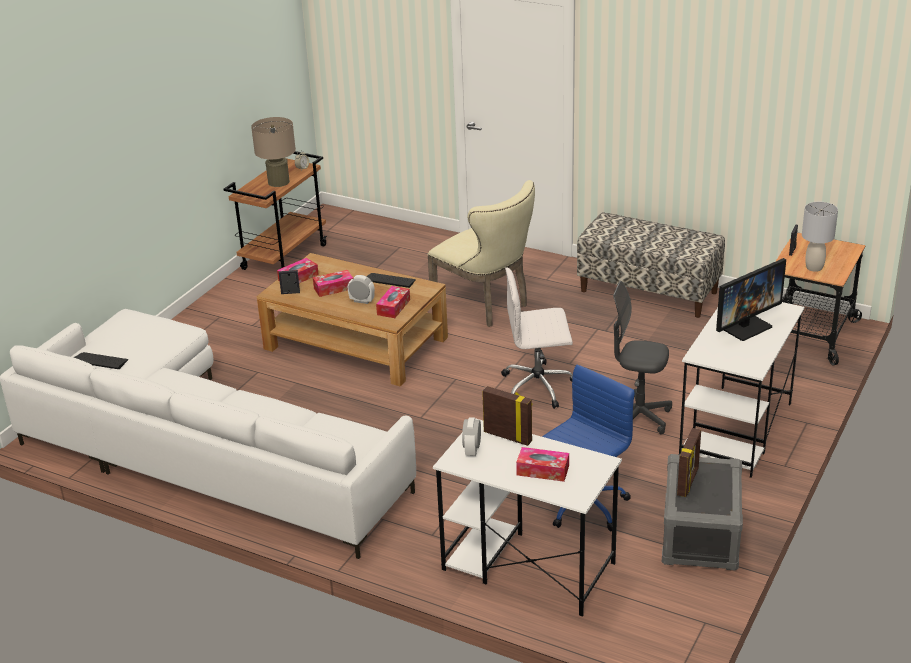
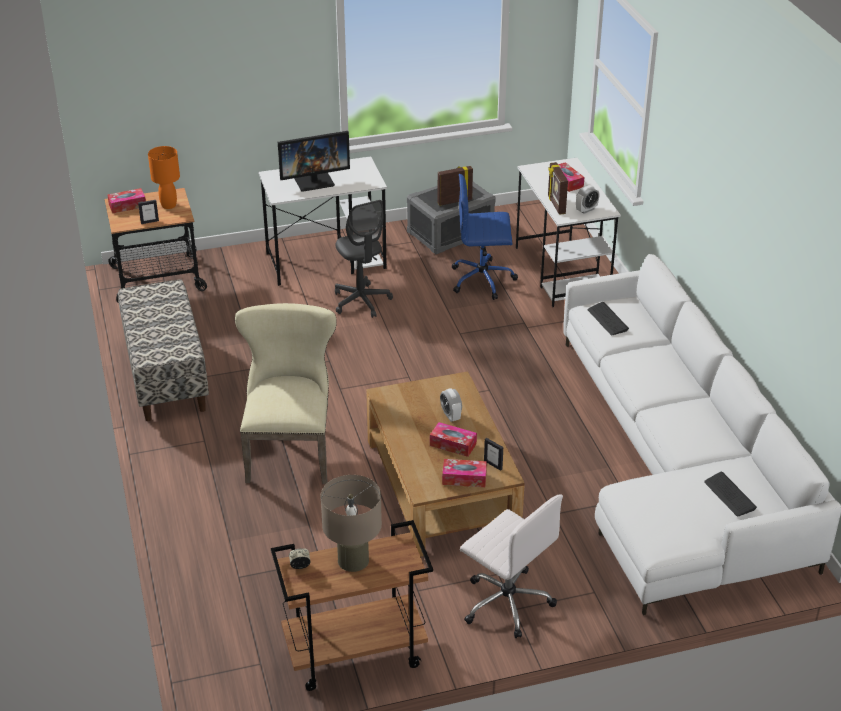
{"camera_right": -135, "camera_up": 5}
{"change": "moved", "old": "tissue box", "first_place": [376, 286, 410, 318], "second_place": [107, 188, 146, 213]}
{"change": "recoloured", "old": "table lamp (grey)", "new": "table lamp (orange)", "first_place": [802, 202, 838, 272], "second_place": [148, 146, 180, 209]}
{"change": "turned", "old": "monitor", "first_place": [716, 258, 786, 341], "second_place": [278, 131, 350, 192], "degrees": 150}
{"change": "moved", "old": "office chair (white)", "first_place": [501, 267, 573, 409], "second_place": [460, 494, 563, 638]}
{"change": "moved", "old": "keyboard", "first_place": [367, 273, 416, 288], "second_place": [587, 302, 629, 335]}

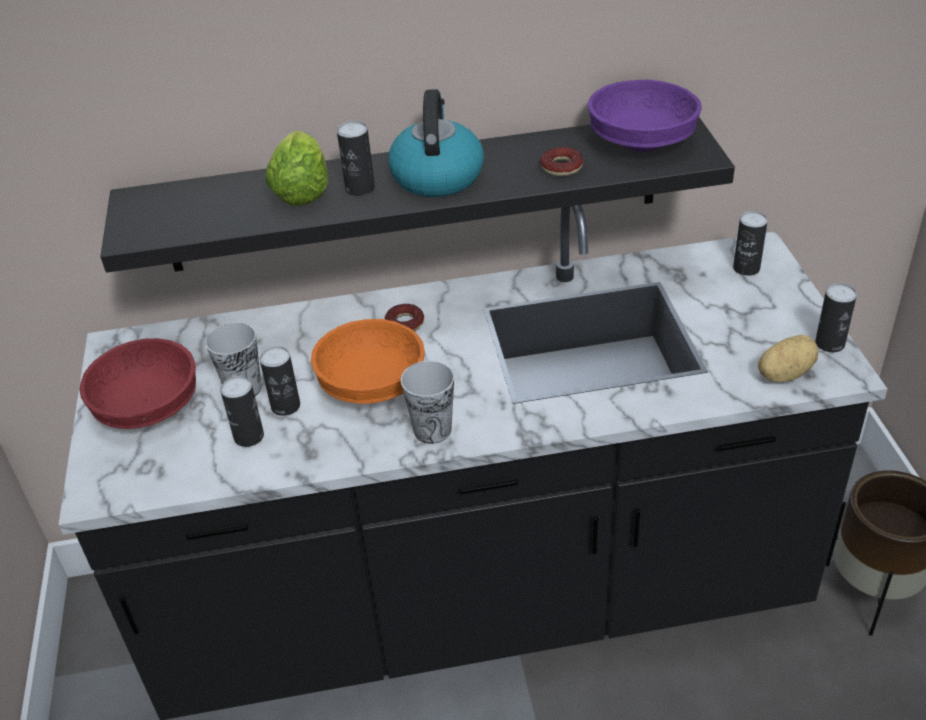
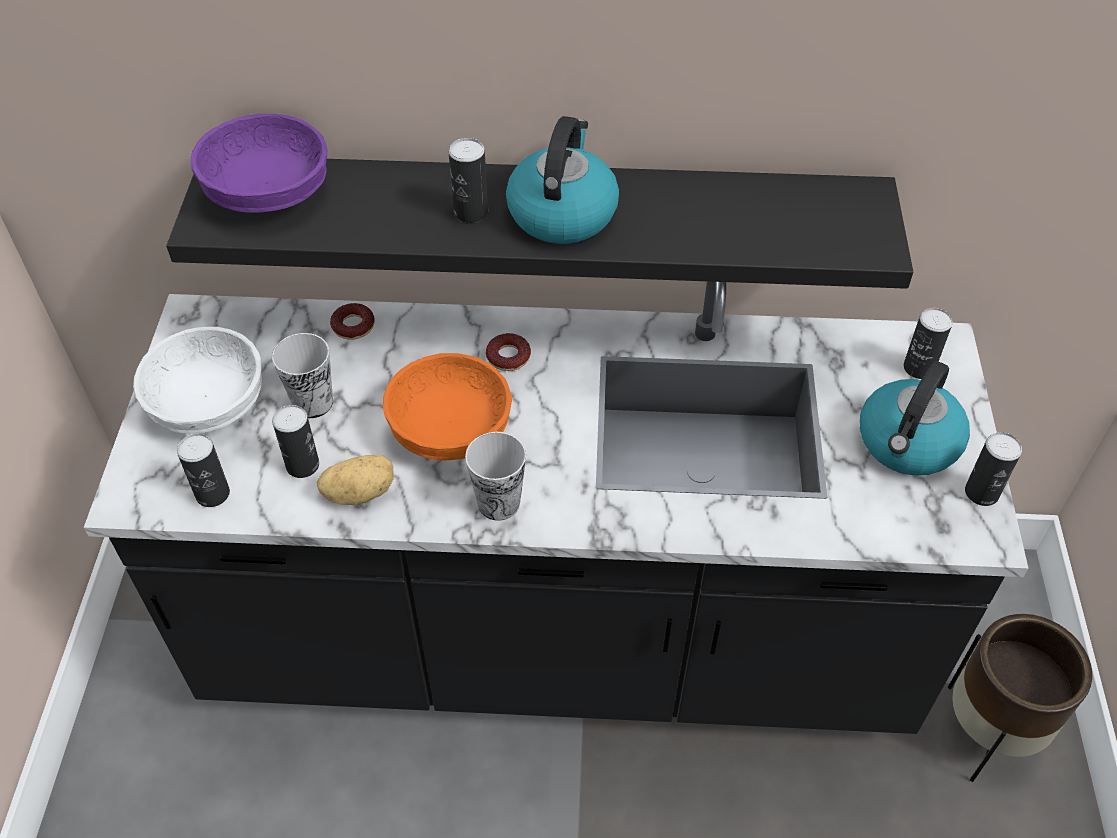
{"camera_right": 10, "camera_up": 10}
{"change": "recoloured", "old": "bowl (red)", "new": "bowl (white)", "first_place": [80, 338, 196, 429], "second_place": [133, 327, 262, 434]}
{"change": "moved", "old": "can", "first_place": [260, 346, 300, 416], "second_place": [177, 434, 230, 507]}
{"change": "moved", "old": "bowl (purple)", "first_place": [588, 79, 702, 152], "second_place": [190, 114, 328, 213]}
{"change": "moved", "old": "potato", "first_place": [758, 335, 818, 382], "second_place": [317, 455, 394, 505]}
{"change": "moved", "old": "donut", "first_place": [540, 147, 583, 176], "second_place": [330, 303, 374, 340]}
{"change": "added", "new": "kettle", "second_place": [860, 361, 970, 476]}
{"change": "removed", "old": "lettuce", "first_place": [265, 131, 328, 206]}

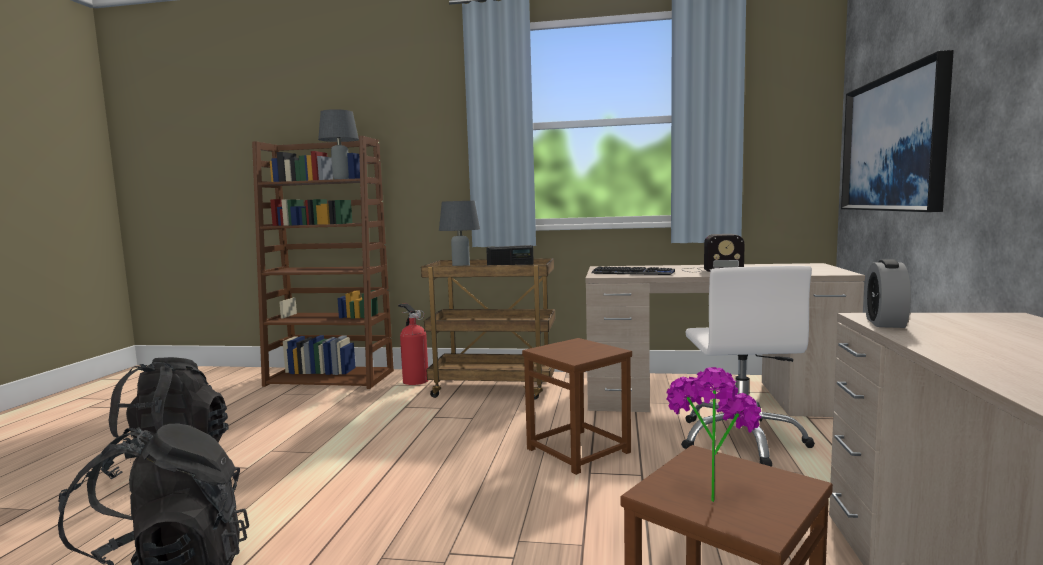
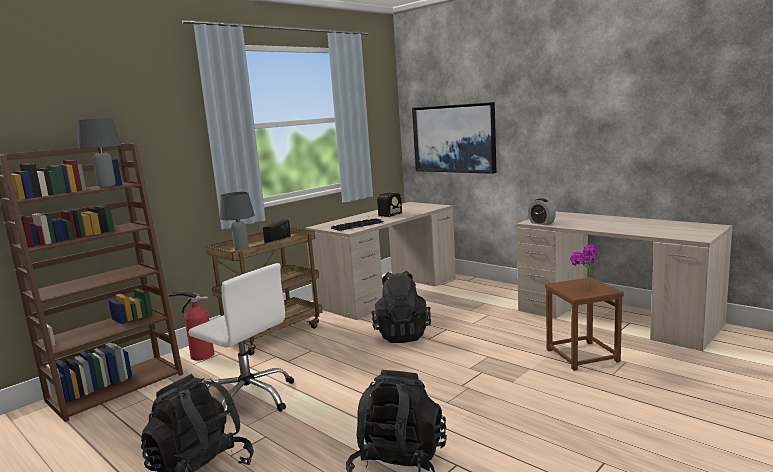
{"camera_right": -55, "camera_up": 5}
{"change": "moved", "old": "office chair (white)", "first_place": [682, 266, 815, 467], "second_place": [188, 263, 294, 424]}
{"change": "replaced", "old": "stool (brown)", "new": "backpack (black)", "first_place": [522, 338, 632, 475], "second_place": [371, 271, 431, 343]}

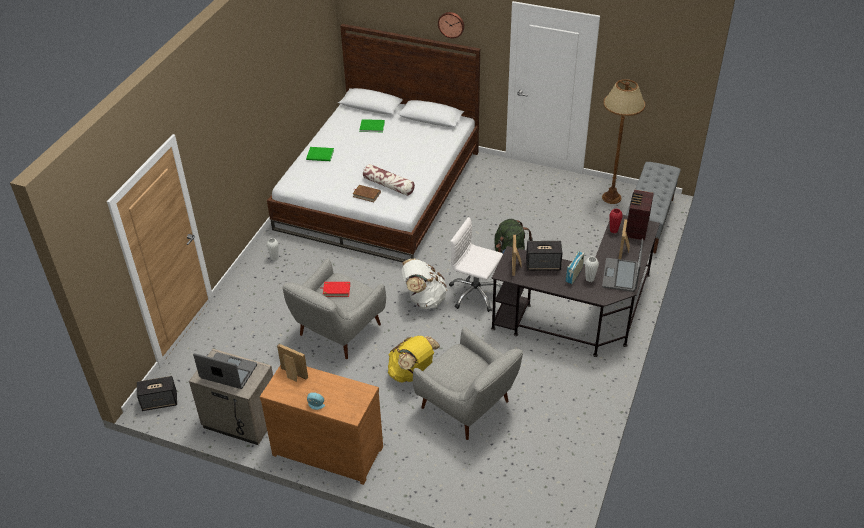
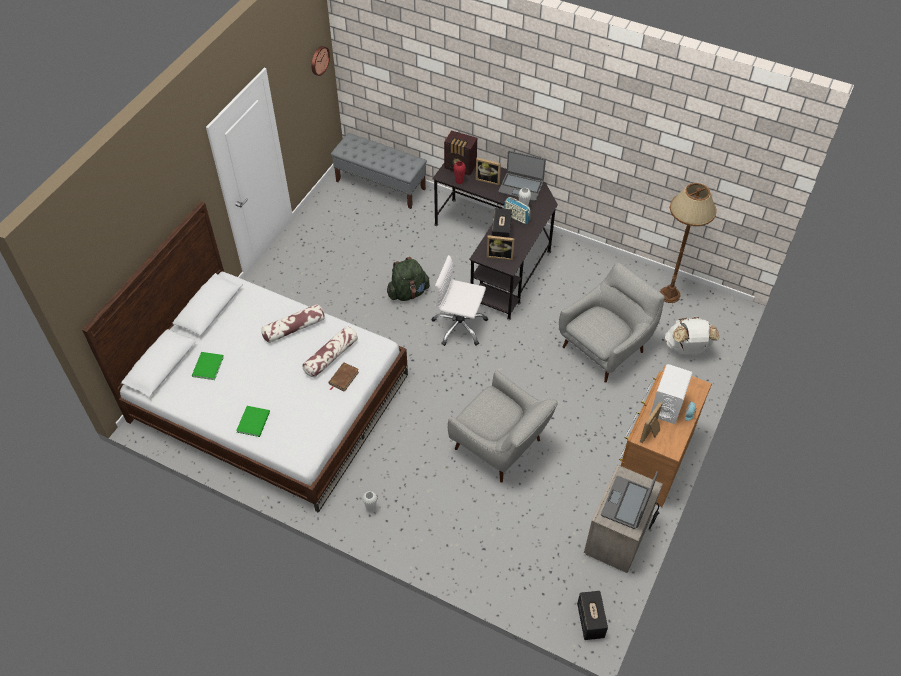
{"camera_right": -85, "camera_up": 10}
{"change": "added", "new": "pillow", "second_place": [261, 304, 325, 343]}
{"change": "moved", "old": "wall clock", "first_place": [438, 12, 464, 38], "second_place": [311, 46, 330, 76]}
{"change": "turned", "old": "office chair (white)", "first_place": [449, 217, 503, 312], "second_place": [431, 255, 488, 346], "degrees": 75}
{"change": "added", "new": "speaker (white)", "second_place": [650, 364, 692, 424]}
{"change": "moved", "old": "floor lamp (brown)", "first_place": [602, 79, 645, 204], "second_place": [660, 183, 717, 303]}
{"change": "moved", "old": "backpack (white)", "first_place": [402, 258, 447, 309], "second_place": [665, 317, 719, 355]}
{"change": "removed", "old": "book (red)", "first_place": [320, 282, 350, 297]}
{"change": "removed", "old": "backpack (yellow)", "first_place": [388, 336, 440, 382]}

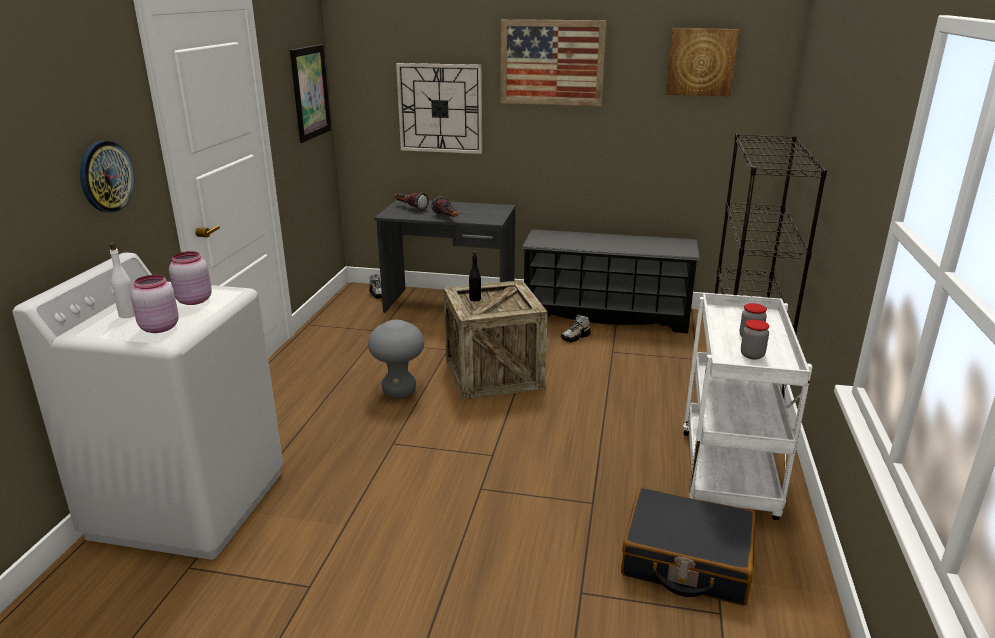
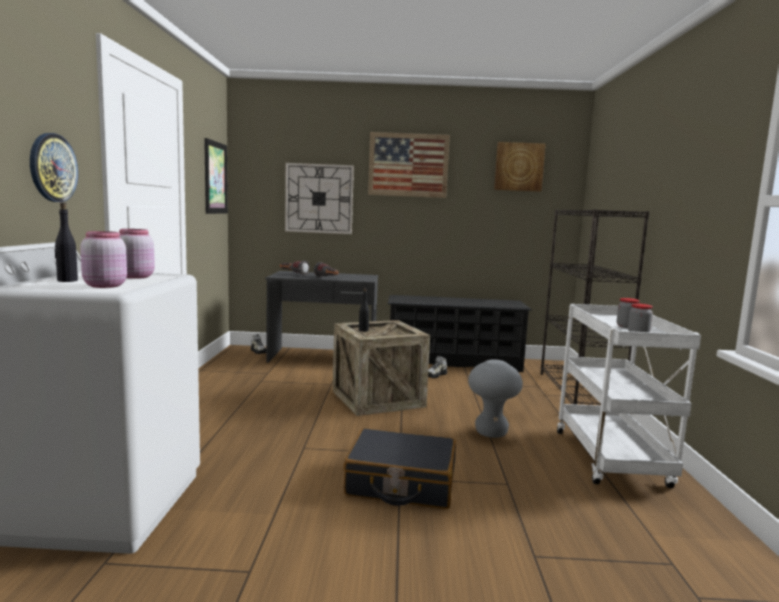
{"camera_right": -10, "camera_up": -15}
{"change": "recoloured", "old": "bottle (white)", "new": "bottle (black)", "first_place": [109, 243, 135, 318], "second_place": [54, 202, 78, 282]}
{"change": "moved", "old": "suitcase (black)", "first_place": [621, 487, 755, 606], "second_place": [343, 428, 456, 509]}
{"change": "moved", "old": "stool (grey)", "first_place": [368, 320, 424, 399], "second_place": [468, 359, 523, 438]}

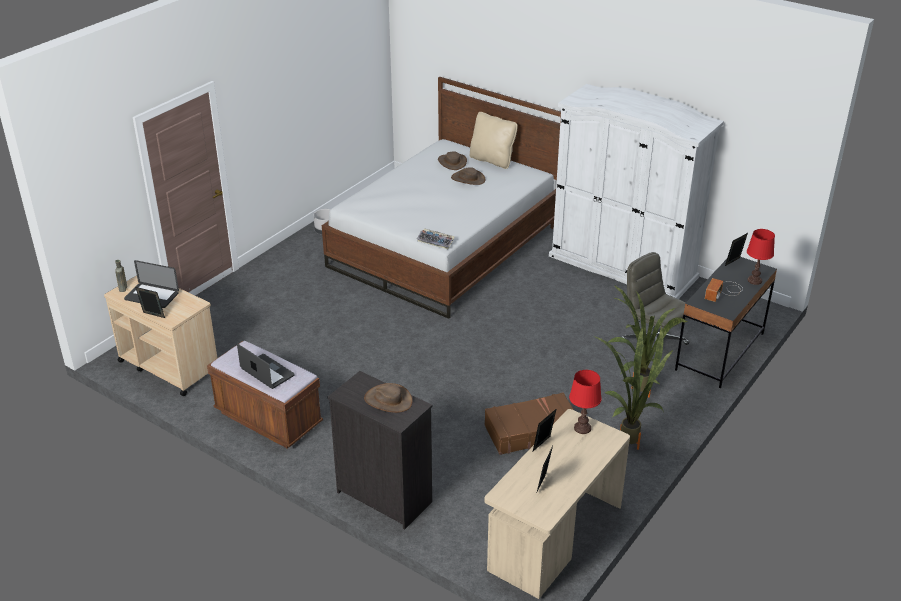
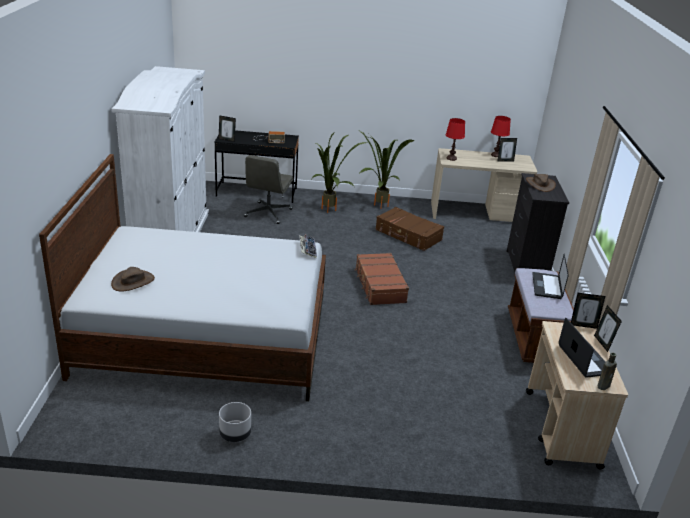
{"camera_right": -125, "camera_up": -5}
{"change": "added", "new": "suitcase (brown)", "second_place": [355, 253, 409, 305]}
{"change": "moved", "old": "table lamp (red)", "first_place": [747, 229, 775, 285], "second_place": [491, 116, 511, 157]}
{"change": "moved", "old": "picture frame", "first_place": [533, 408, 557, 451], "second_place": [571, 293, 605, 329]}
{"change": "removed", "old": "hat (brown)", "first_place": [451, 167, 485, 185]}
{"change": "removed", "old": "pillow (beige)", "first_place": [470, 112, 518, 169]}

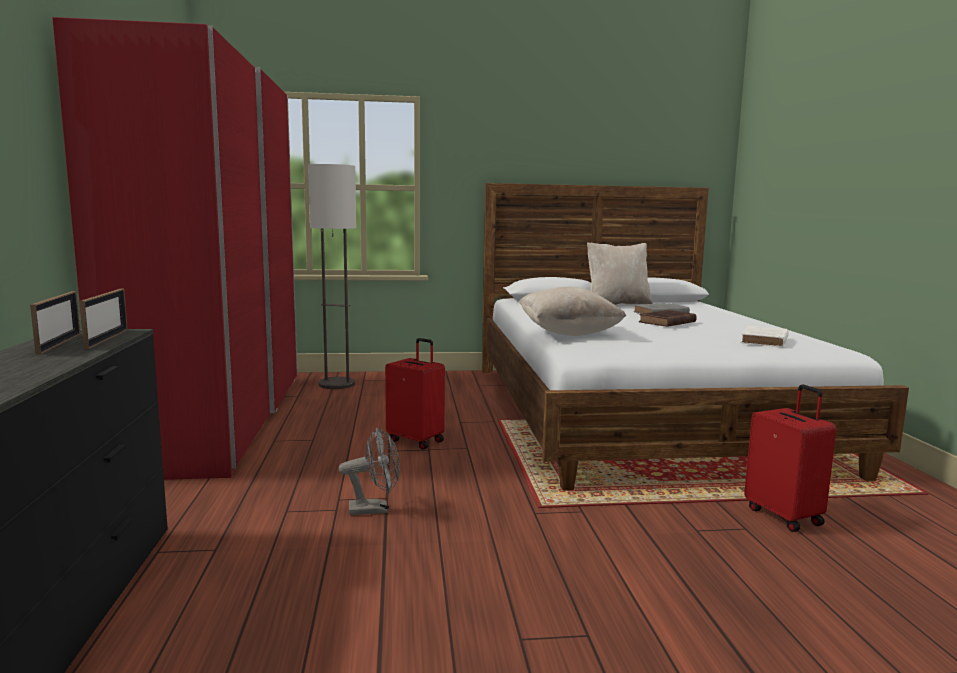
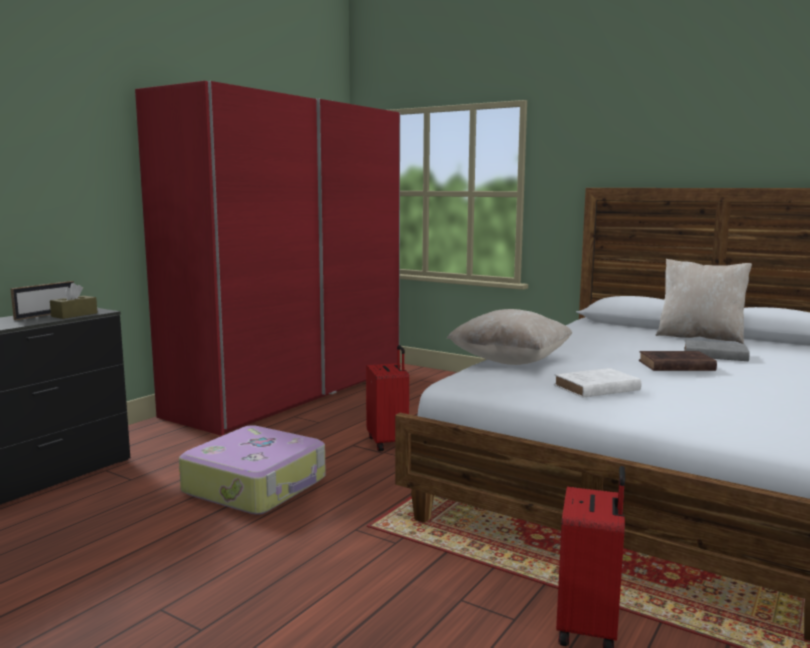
{"camera_right": 40, "camera_up": 0}
{"change": "replaced", "old": "picture frame", "new": "tissue box (brown)", "first_place": [80, 289, 128, 349], "second_place": [50, 283, 97, 319]}
{"change": "replaced", "old": "fan (grey)", "new": "suitcase", "first_place": [339, 428, 400, 515], "second_place": [179, 425, 326, 515]}
{"change": "moved", "old": "book (white)", "first_place": [741, 326, 789, 347], "second_place": [554, 368, 641, 398]}
{"change": "removed", "old": "floor lamp", "first_place": [308, 164, 356, 389]}

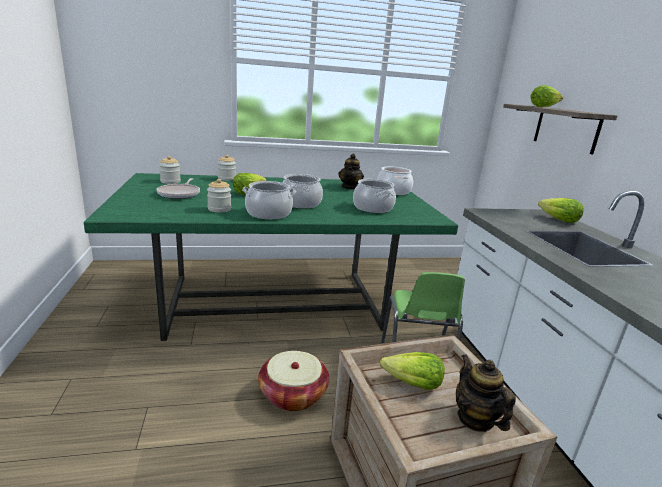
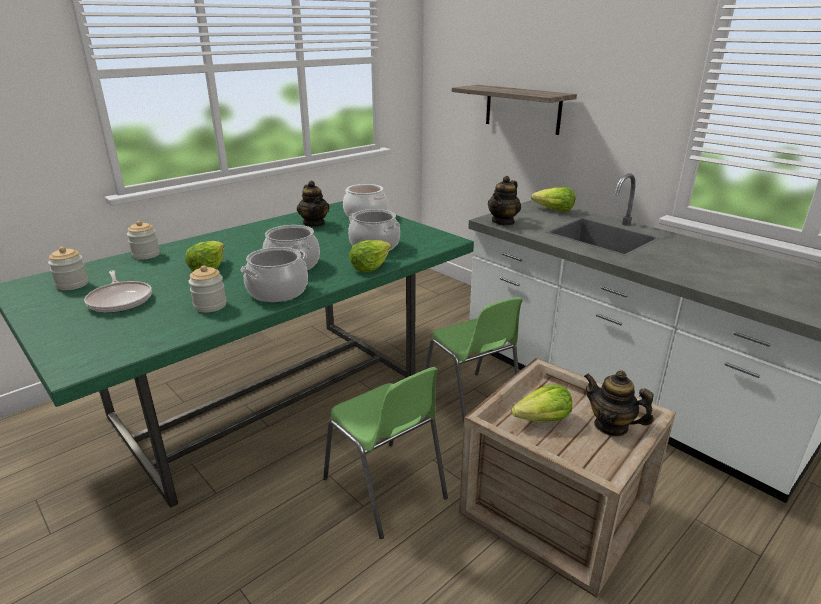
{"camera_right": -30, "camera_up": 5}
{"change": "replaced", "old": "basket", "new": "chair (green)", "first_place": [258, 351, 329, 411], "second_place": [323, 367, 448, 539]}
{"change": "moved", "old": "lettuce", "first_place": [530, 85, 563, 107], "second_place": [349, 240, 391, 272]}
{"change": "added", "new": "teapot", "second_place": [488, 176, 521, 226]}

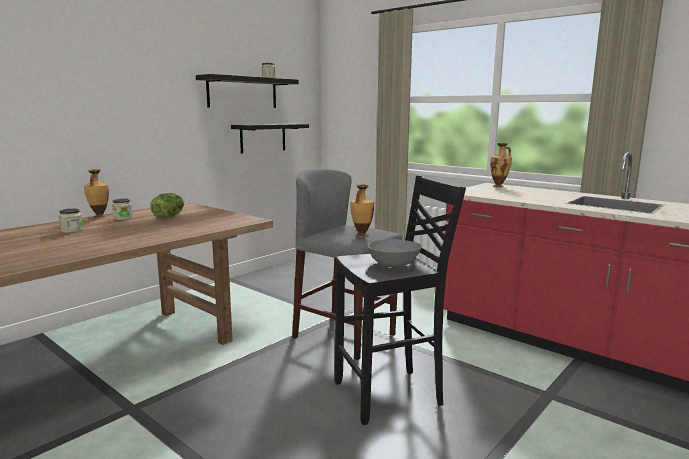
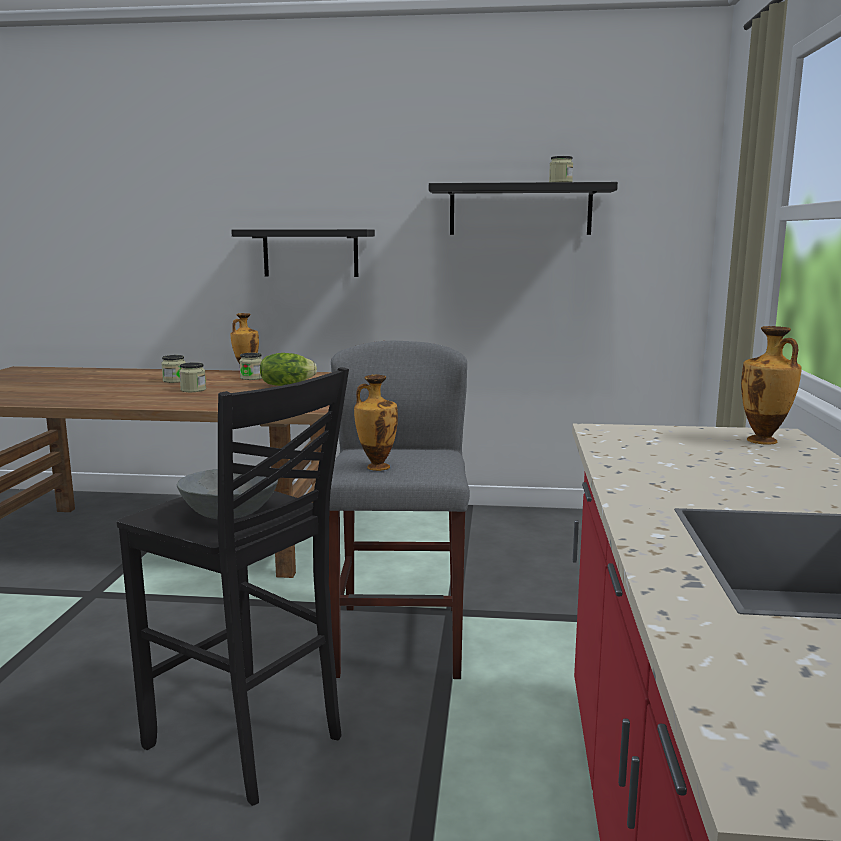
{"camera_right": 55, "camera_up": 0}
{"change": "added", "new": "jar", "second_place": [179, 362, 206, 392]}
{"change": "moved", "old": "shelf (black)", "first_place": [231, 123, 309, 153], "second_place": [231, 229, 375, 277]}

